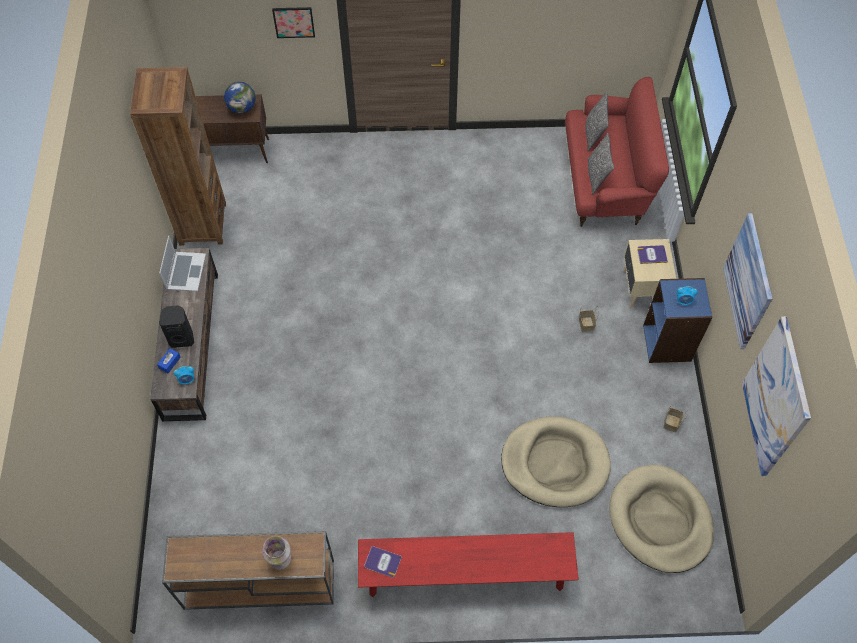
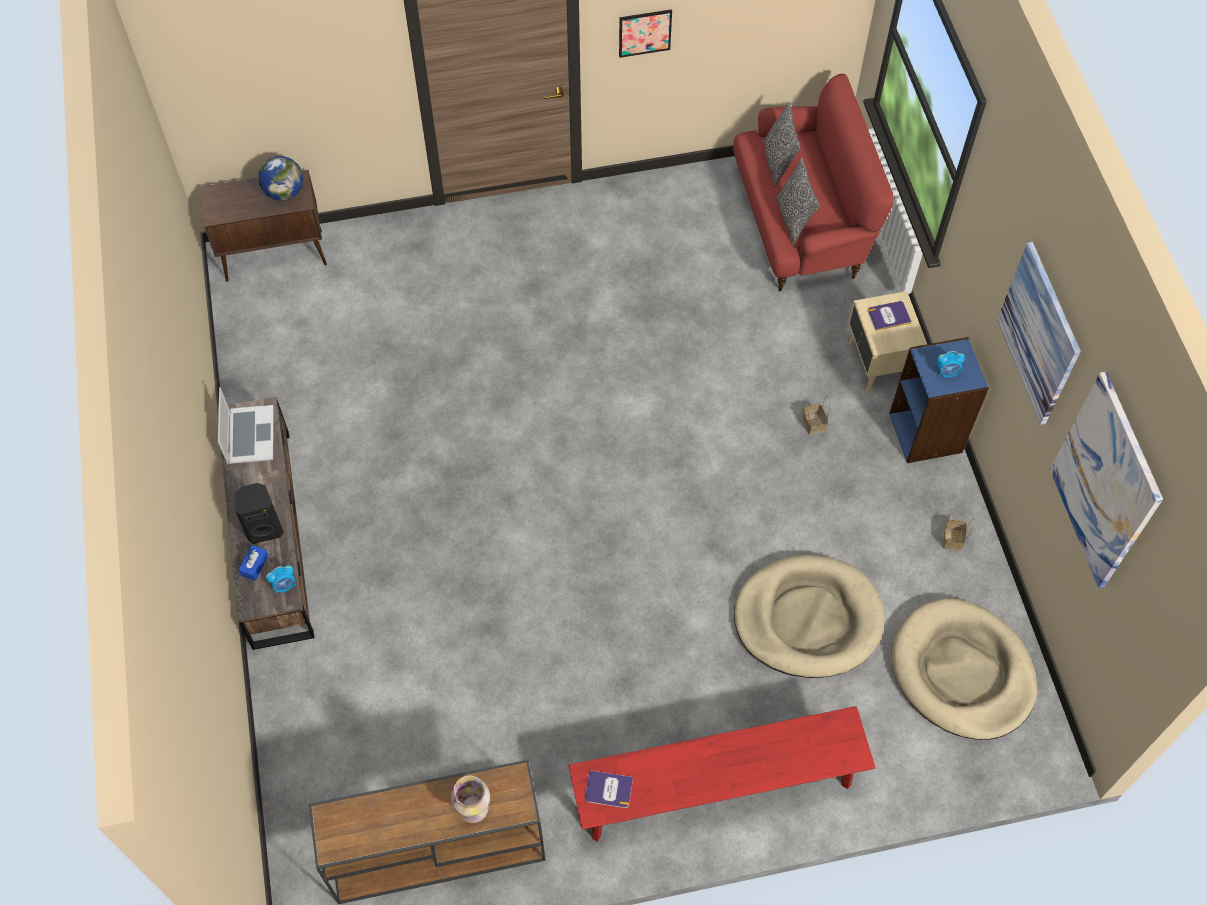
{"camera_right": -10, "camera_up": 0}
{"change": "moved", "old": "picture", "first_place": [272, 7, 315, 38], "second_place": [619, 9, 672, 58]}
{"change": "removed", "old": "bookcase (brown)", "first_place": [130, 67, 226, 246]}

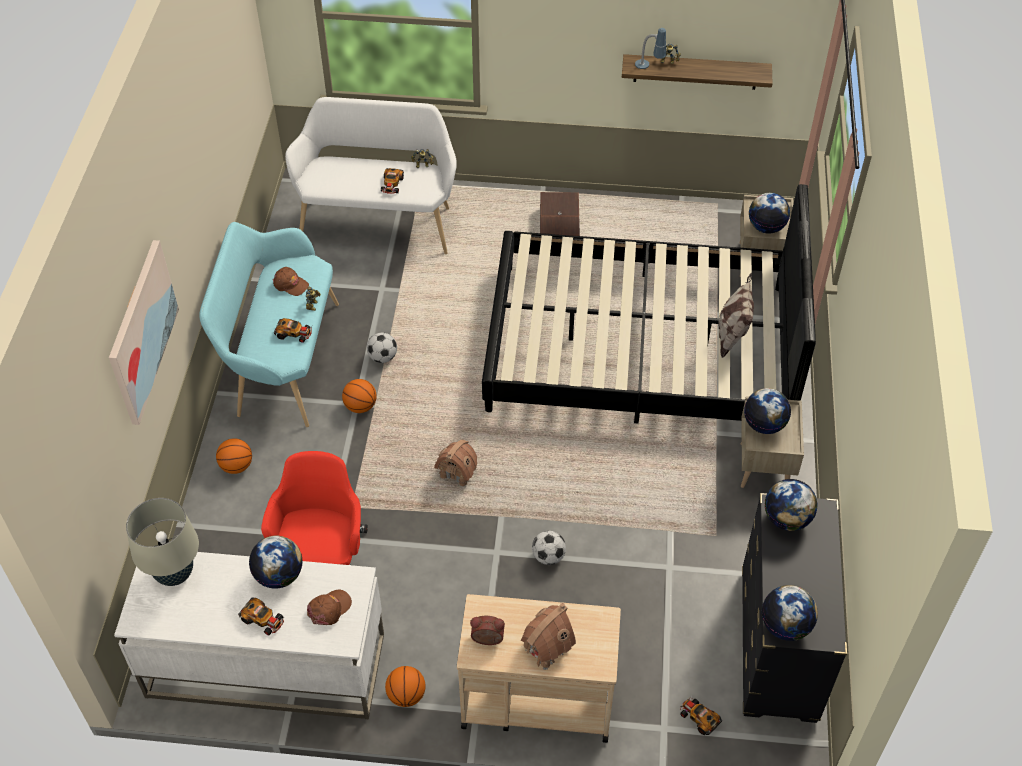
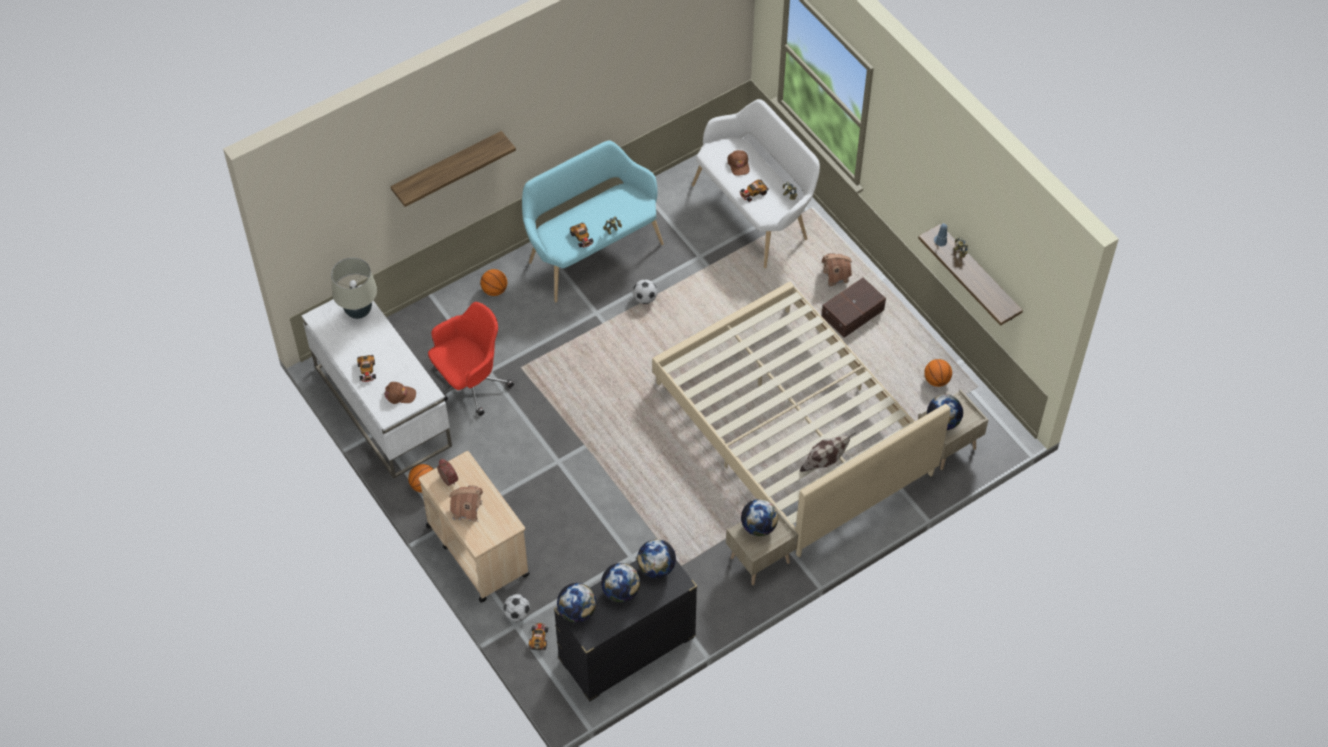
{"camera_right": 50, "camera_up": 5}
{"change": "replaced", "old": "picture", "new": "shelf", "first_place": [109, 240, 179, 425], "second_place": [391, 131, 516, 207]}
{"change": "moved", "old": "football", "first_place": [532, 531, 566, 565], "second_place": [503, 594, 530, 621]}
{"change": "moved", "old": "globe", "first_place": [249, 536, 302, 589], "second_place": [601, 563, 641, 602]}
{"change": "recoloured", "old": "bed (black)", "new": "bed (beige)", "first_place": [482, 184, 816, 423], "second_place": [652, 282, 951, 557]}
{"change": "moved", "old": "cap (brown)", "first_place": [273, 267, 309, 296], "second_place": [727, 150, 750, 176]}
{"change": "moved", "old": "toy house", "first_place": [434, 440, 477, 488], "second_place": [822, 253, 852, 287]}
{"change": "moved", "old": "basketball", "first_place": [342, 379, 377, 413], "second_place": [924, 359, 952, 387]}

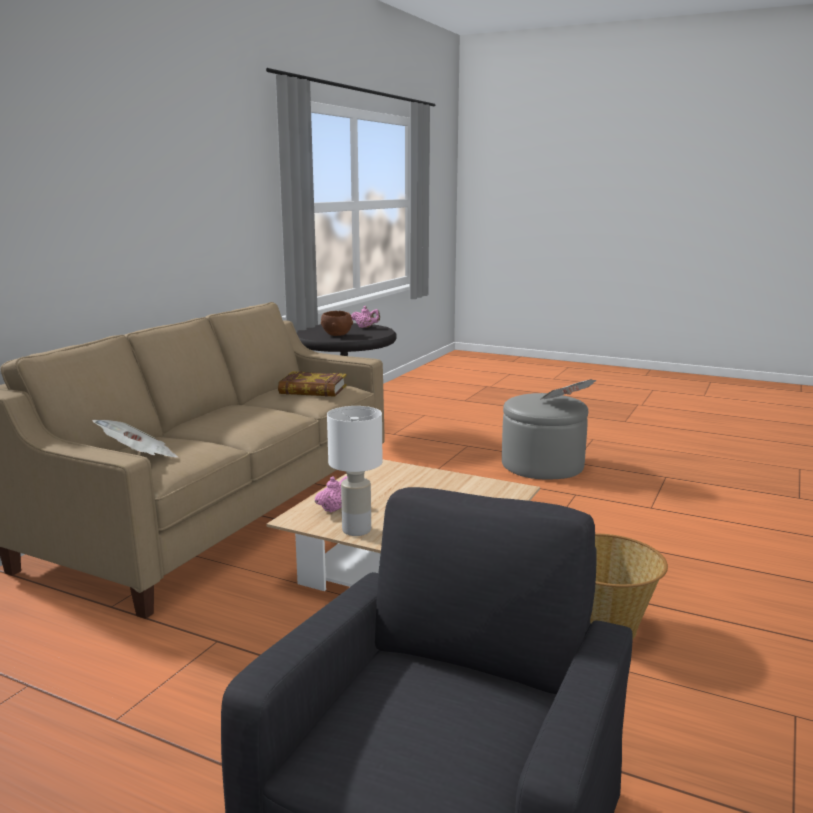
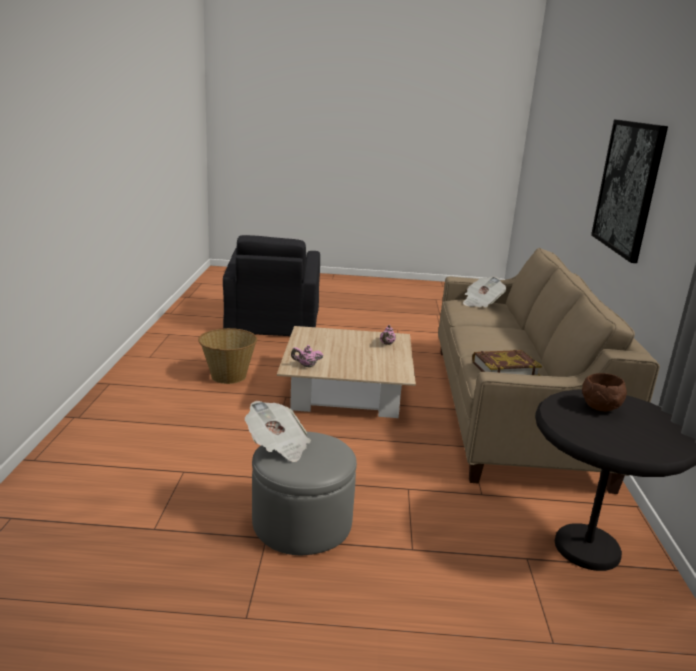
{"camera_right": 155, "camera_up": 5}
{"change": "moved", "old": "teapot (pink)", "first_place": [351, 306, 380, 328], "second_place": [291, 345, 323, 367]}
{"change": "added", "new": "picture", "second_place": [591, 120, 668, 263]}
{"change": "removed", "old": "table lamp (white)", "first_place": [327, 406, 382, 536]}

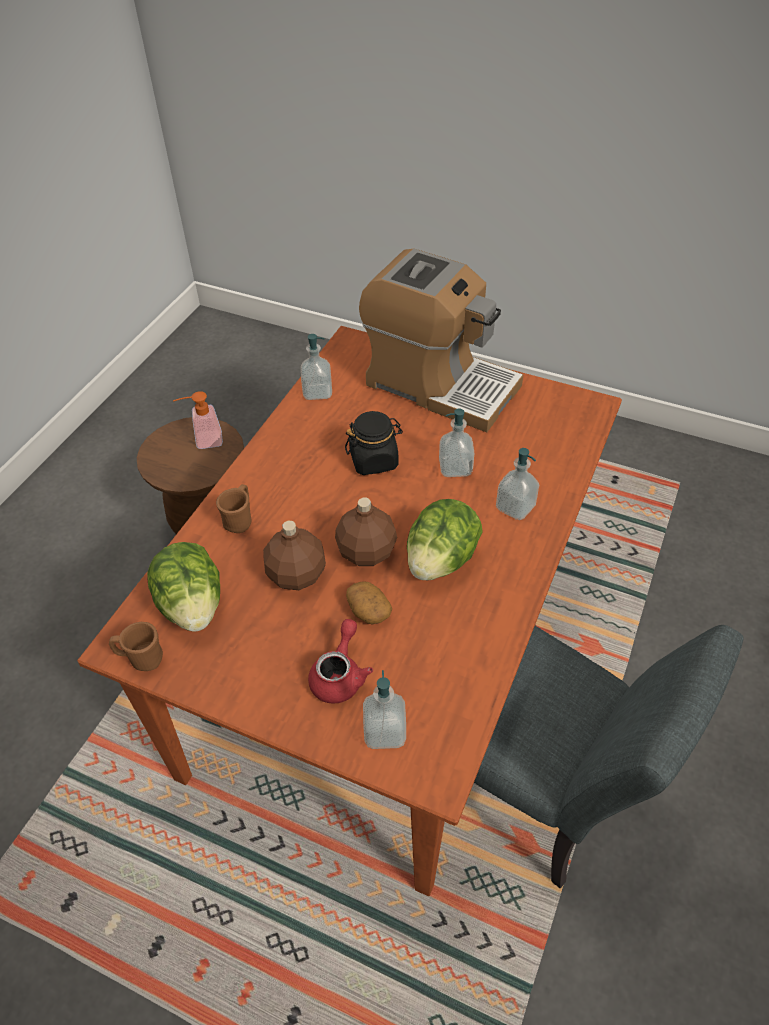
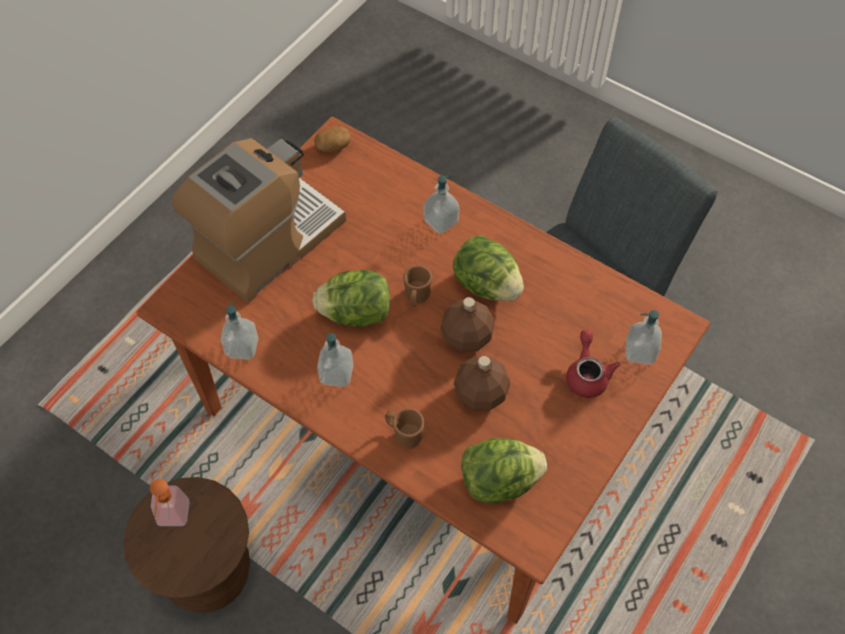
{"camera_right": -80, "camera_up": 10}
{"change": "replaced", "old": "jar (black)", "new": "lettuce", "first_place": [345, 411, 403, 475], "second_place": [312, 270, 390, 327]}
{"change": "moved", "old": "potato", "first_place": [346, 581, 392, 625], "second_place": [314, 126, 351, 153]}
{"change": "moved", "old": "soap dispenser", "first_place": [439, 409, 474, 477], "second_place": [317, 333, 353, 387]}
{"change": "moved", "old": "mug (brown)", "first_place": [109, 622, 163, 671], "second_place": [403, 265, 432, 307]}
{"change": "turned", "old": "teapot (red)", "first_place": [308, 619, 373, 704], "second_place": [566, 329, 620, 398], "degrees": 60}

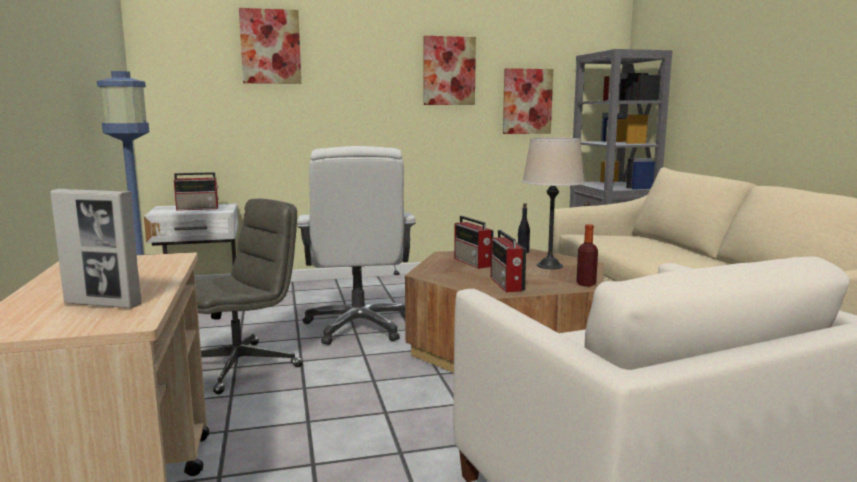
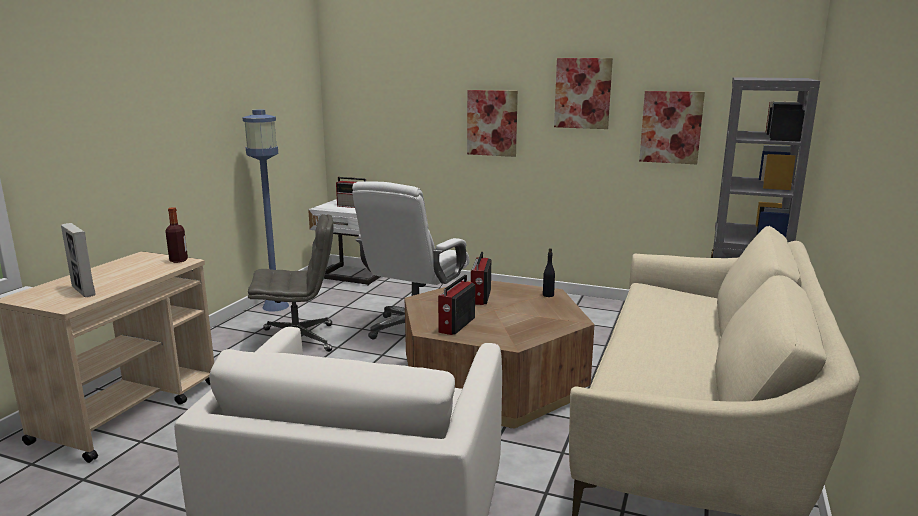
{"camera_right": 35, "camera_up": 5}
{"change": "moved", "old": "bottle", "first_place": [576, 224, 598, 286], "second_place": [165, 207, 188, 263]}
{"change": "moved", "old": "picture", "first_place": [239, 8, 301, 84], "second_place": [467, 90, 518, 157]}
{"change": "removed", "old": "table lamp (beige)", "first_place": [522, 137, 585, 269]}

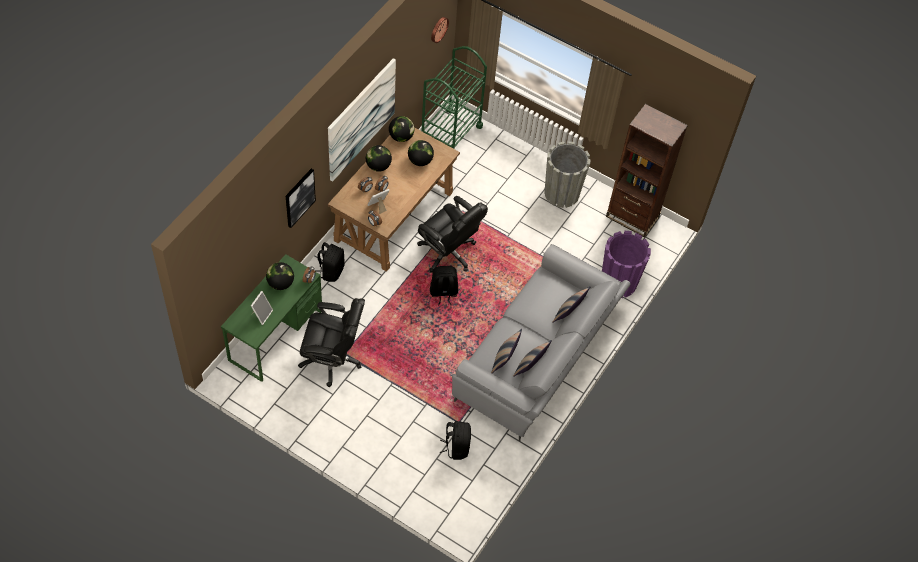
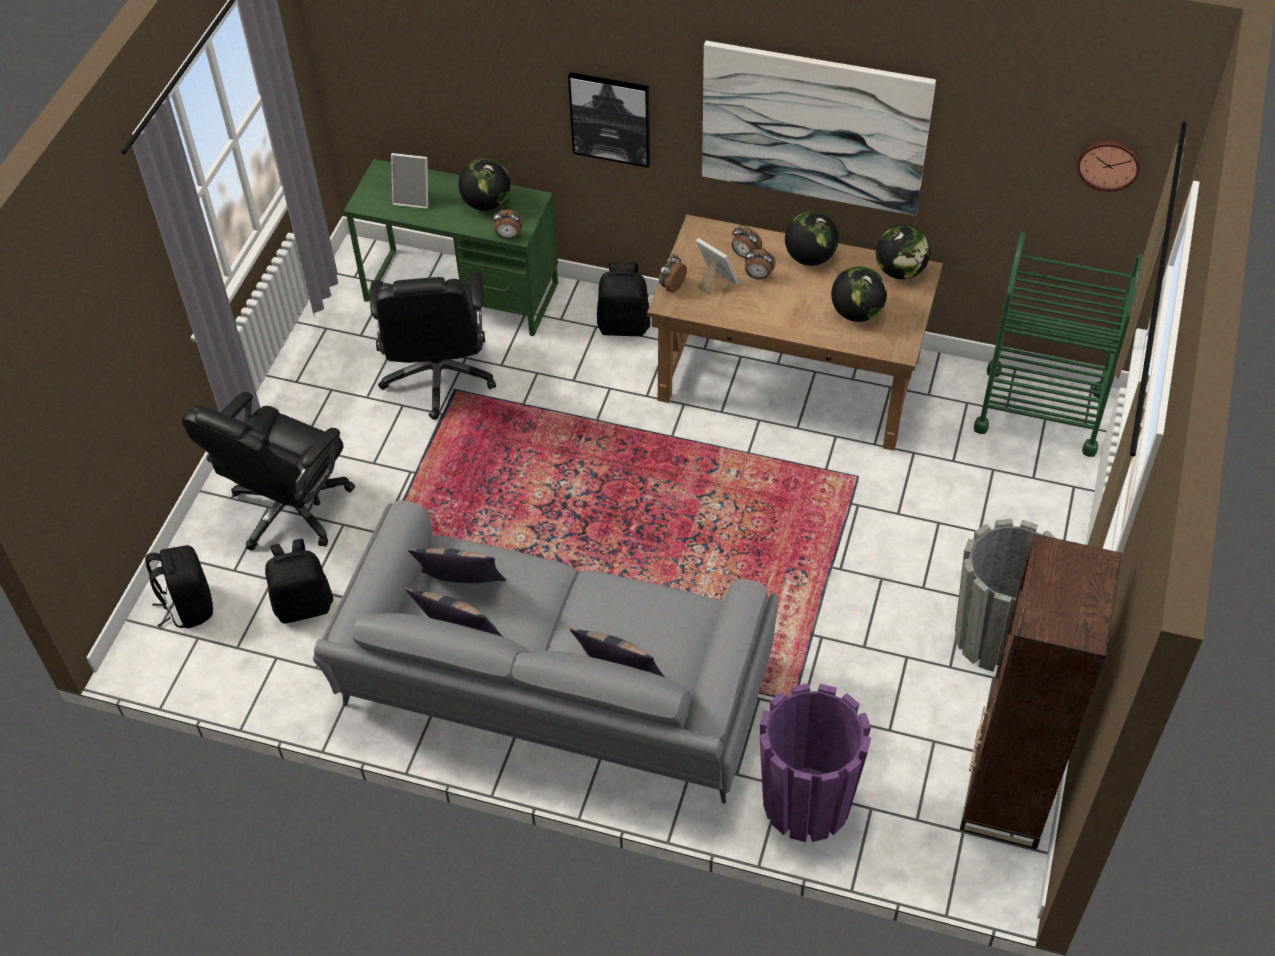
{"camera_right": 80, "camera_up": -5}
{"change": "moved", "old": "backpack (black)", "first_place": [430, 266, 458, 306], "second_place": [145, 545, 213, 629]}
{"change": "moved", "old": "office chair (black)", "first_place": [417, 196, 488, 273], "second_place": [182, 392, 355, 550]}

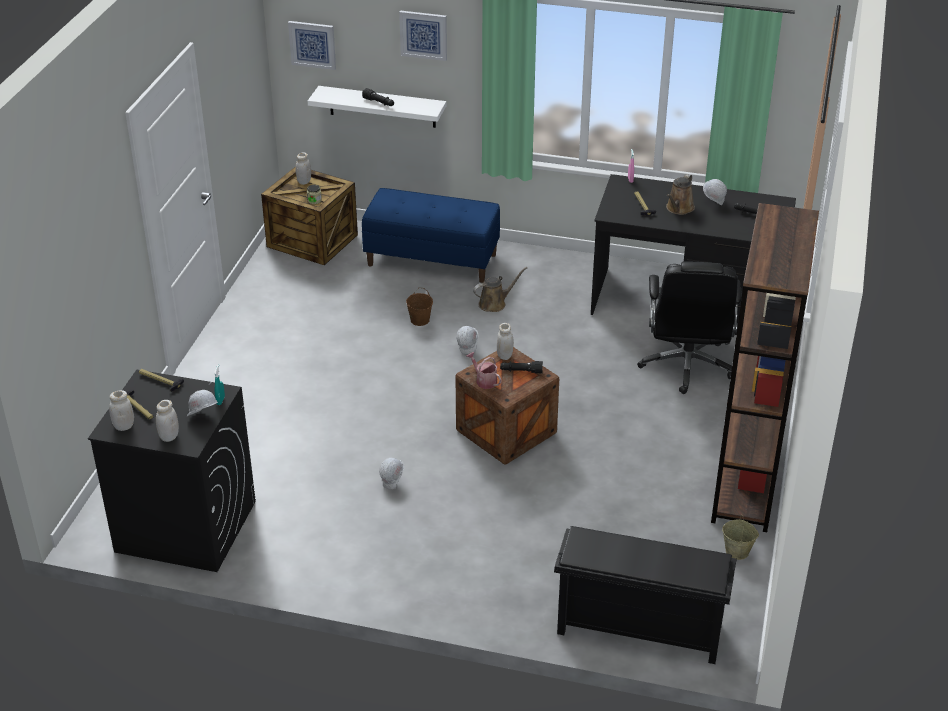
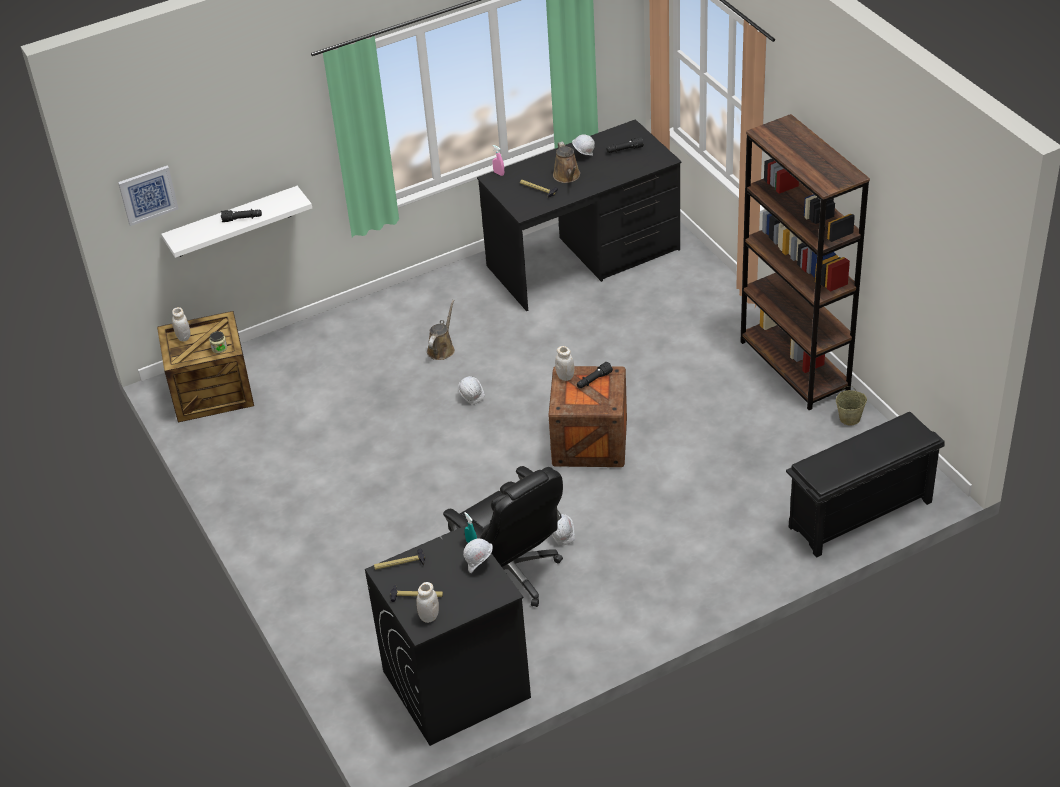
{"camera_right": -40, "camera_up": 5}
{"change": "moved", "old": "office chair (black)", "first_place": [637, 261, 742, 394], "second_place": [443, 466, 563, 607]}
{"change": "removed", "old": "jar (white)", "first_place": [156, 400, 179, 442]}
{"change": "removed", "old": "bench (blue)", "first_place": [362, 188, 500, 283]}
{"change": "removed", "old": "picture", "first_place": [399, 11, 447, 61]}
{"change": "removed", "old": "bucket (brown)", "first_place": [406, 288, 433, 326]}
{"change": "removed", "old": "watering can", "first_place": [467, 352, 501, 389]}

